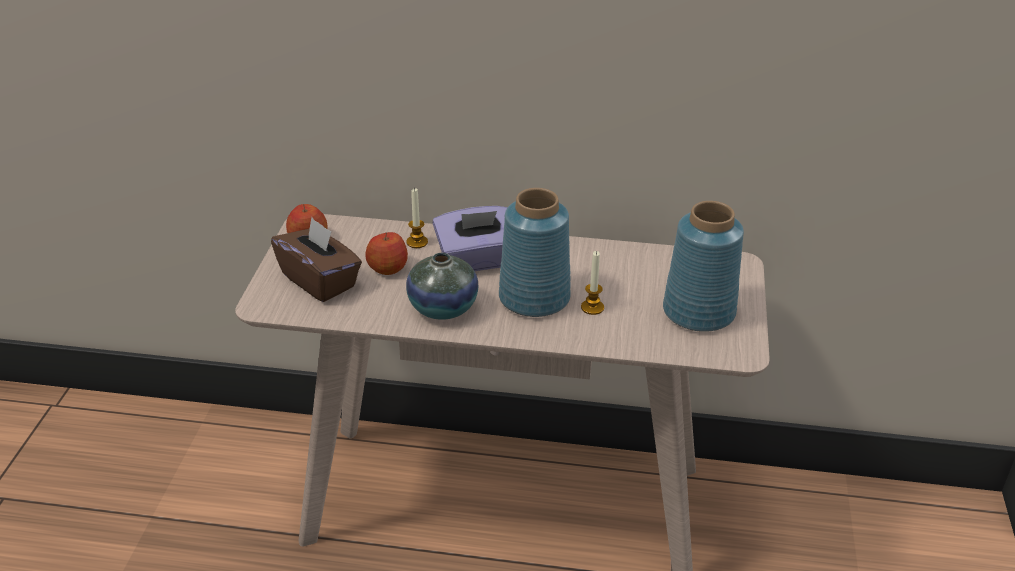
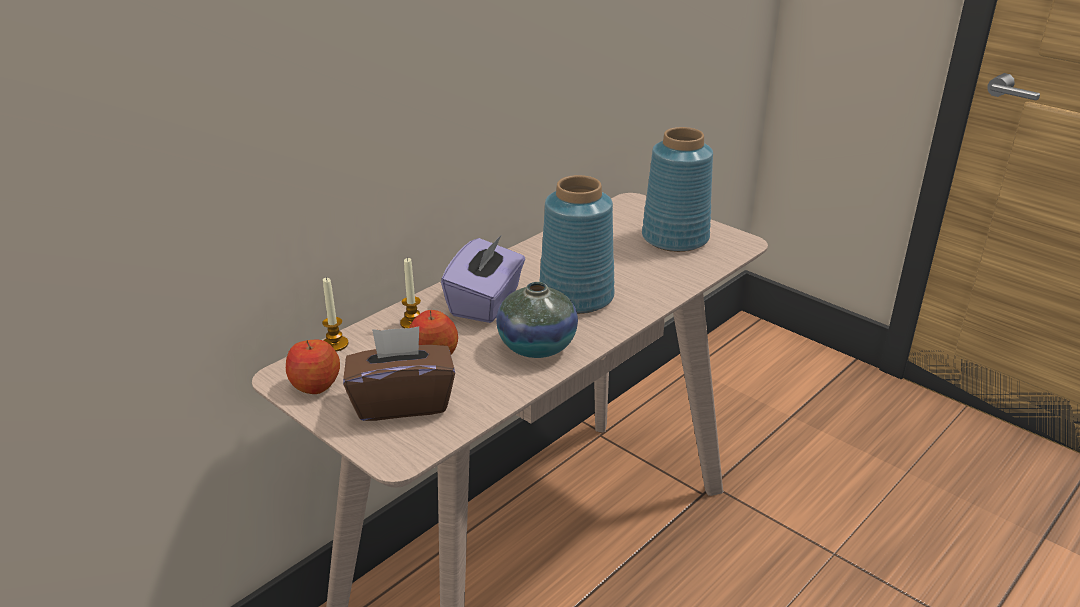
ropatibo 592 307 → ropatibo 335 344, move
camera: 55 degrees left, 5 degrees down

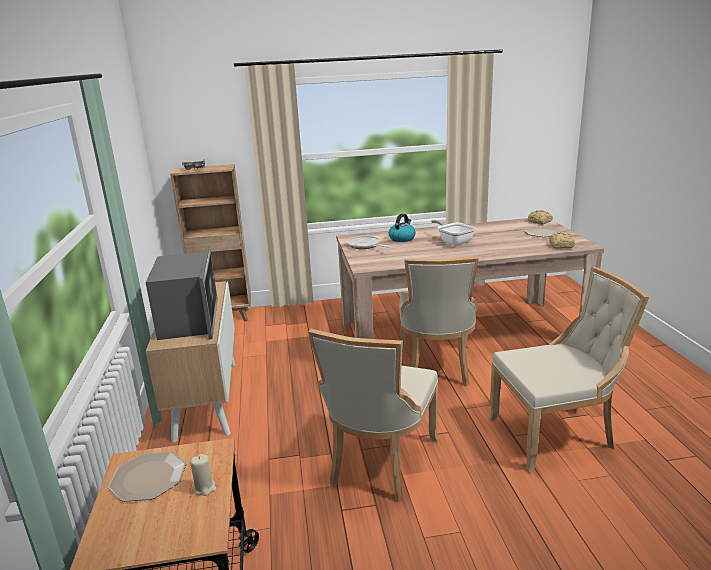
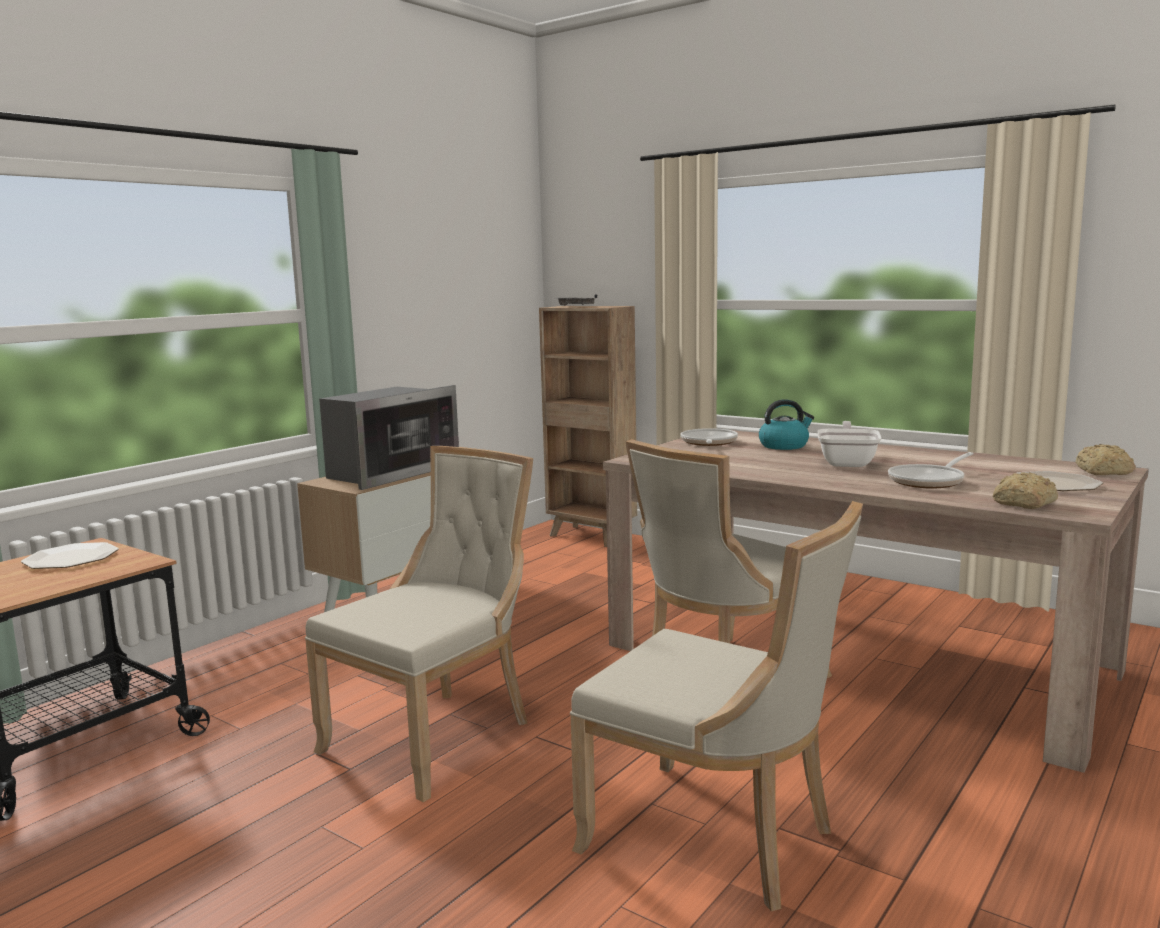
ropatibo (beige) 205 488 → -
- → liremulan 929 481
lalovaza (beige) 380 463 → lalovaza (beige) 436 736, 150 degrees clockwise
camera: 45 degrees right, 10 degrees down

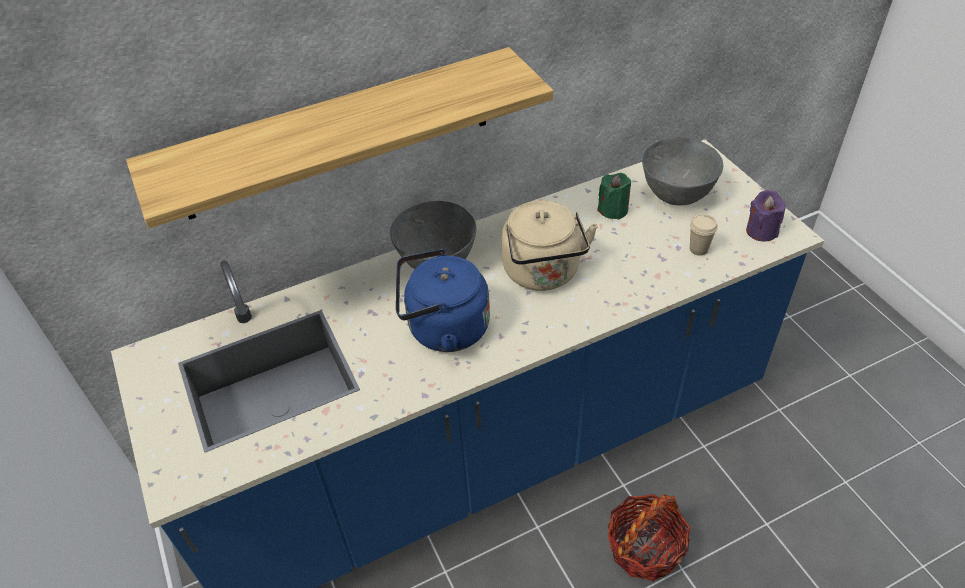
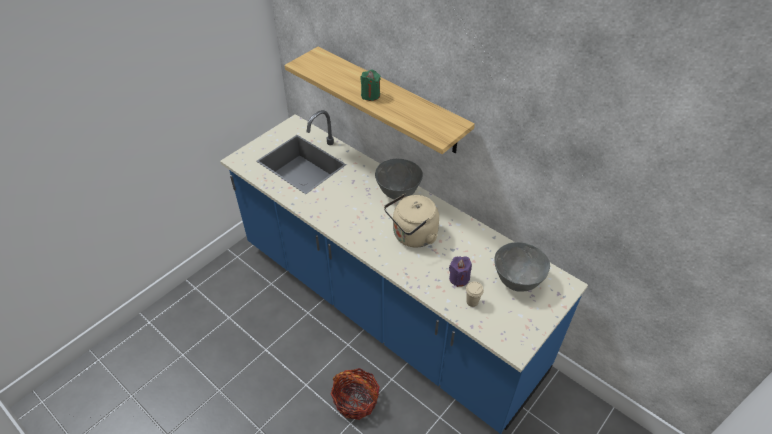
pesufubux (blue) 443 329 → -
ropatibo (green) 613 210 → ropatibo (green) 370 95, move
ropatibo (purple) 761 231 → ropatibo (purple) 459 278, move
camera: 65 degrees right, 0 degrees up

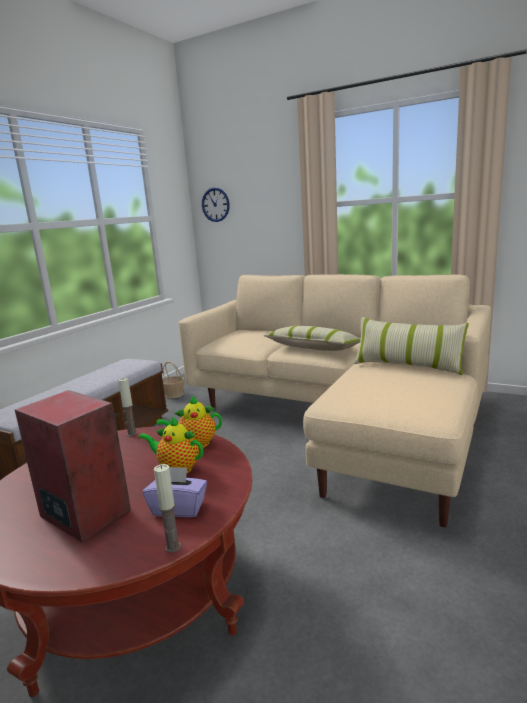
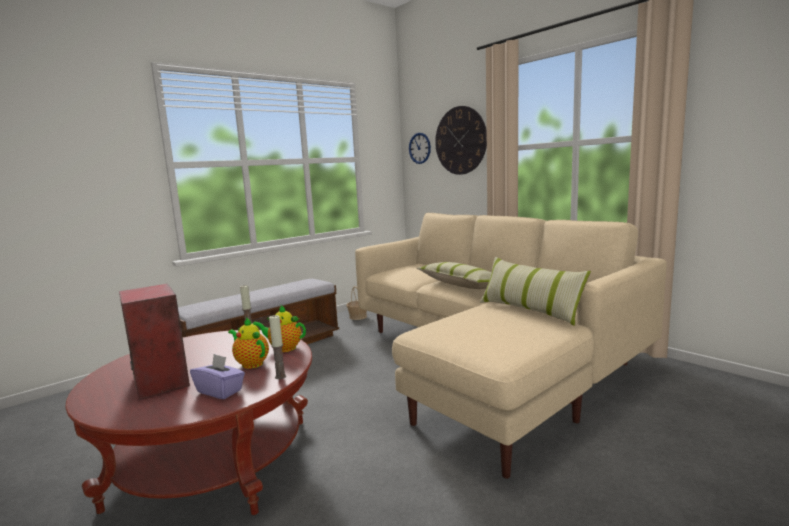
- → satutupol 460 140
ropatibo 173 547 → ropatibo 280 376, move
camera: 20 degrees right, 5 degrees down

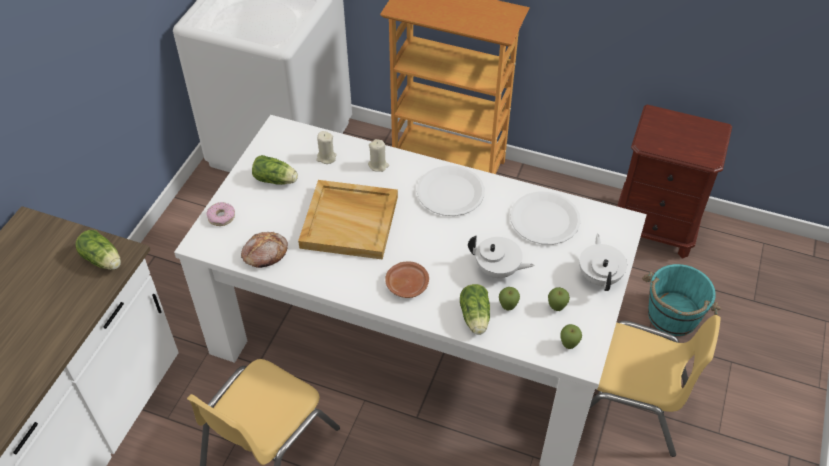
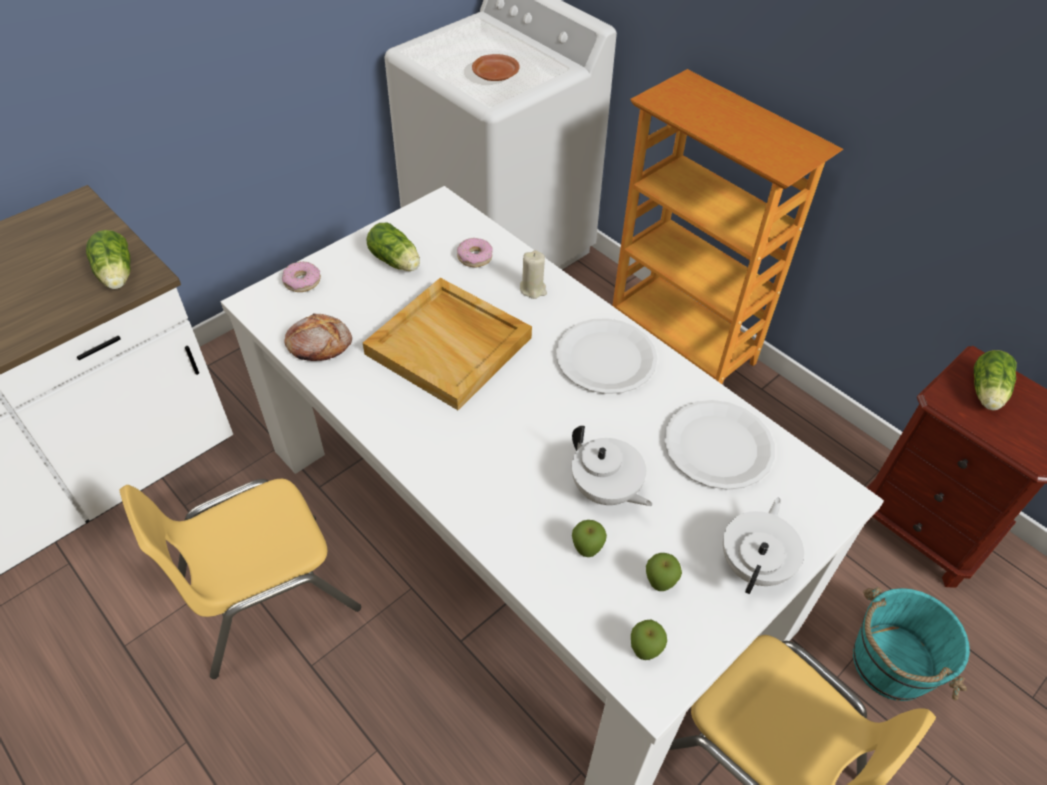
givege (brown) 407 284 → givege (brown) 495 75, move
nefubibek 475 318 → nefubibek 986 393, move
ropatibo (beige) 326 158 → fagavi 474 257
camera: 25 degrees right, 0 degrees up

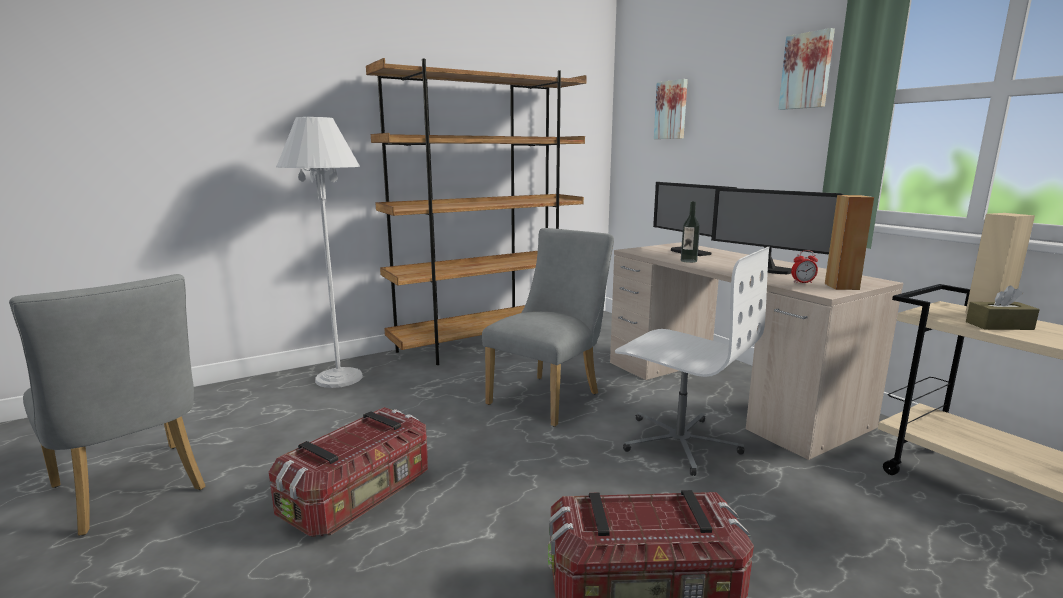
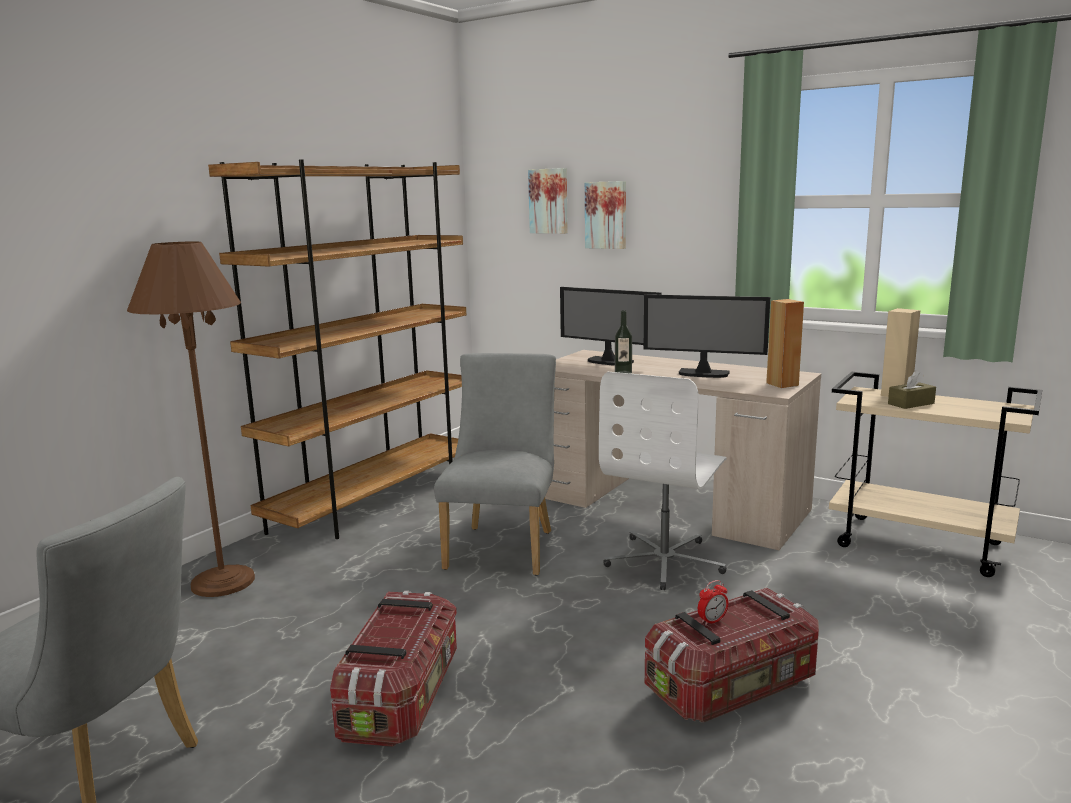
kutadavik 807 71 → kutadavik 606 215, move
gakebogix 802 282 → gakebogix 712 621, move
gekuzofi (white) 339 378 → gekuzofi (brown) 223 582
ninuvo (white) 679 442 → ninuvo (white) 665 561, 105 degrees clockwise
camera: 25 degrees left, 0 degrees up

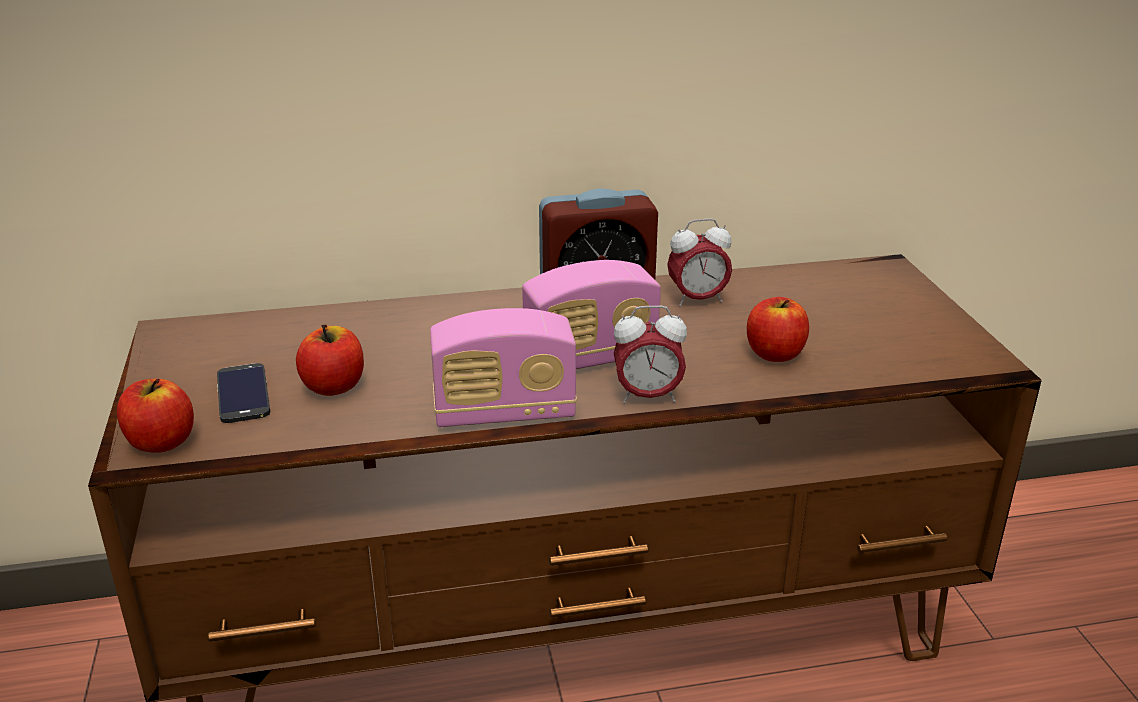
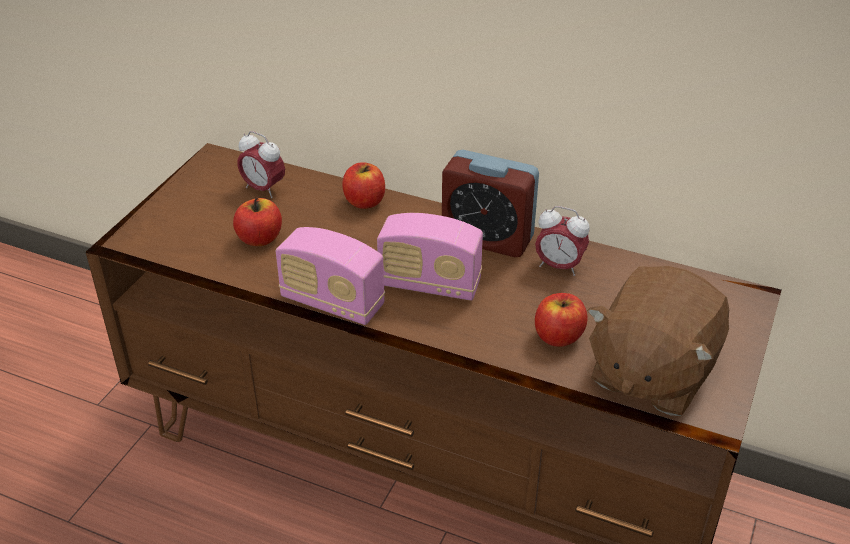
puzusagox 243 394 → -
- → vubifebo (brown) 650 373
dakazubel 161 442 → dakazubel 364 201, move
gakebogix 647 397 → gakebogix 263 189, move
camera: 35 degrees right, 10 degrees up

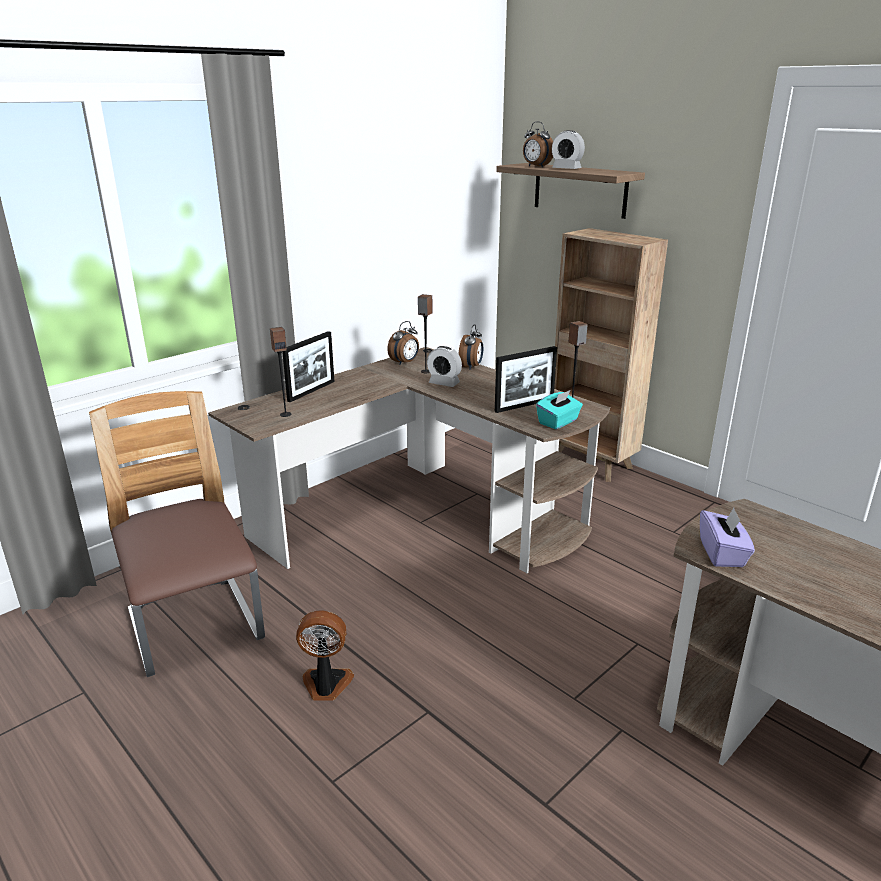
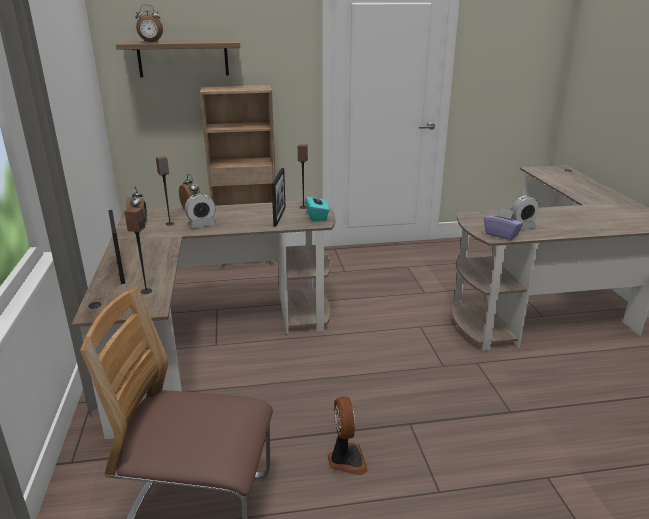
gakebogix 566 169 → gakebogix 522 227, move
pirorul 326 685 → pirorul 346 460, 135 degrees clockwise
camera: 55 degrees left, 0 degrees up

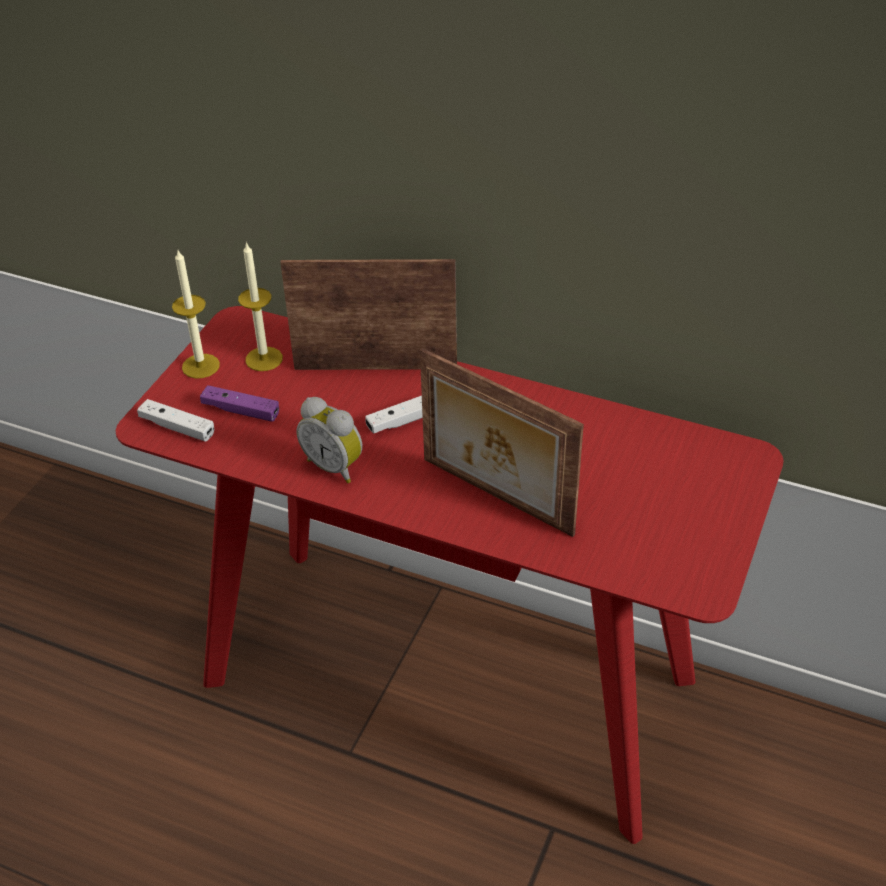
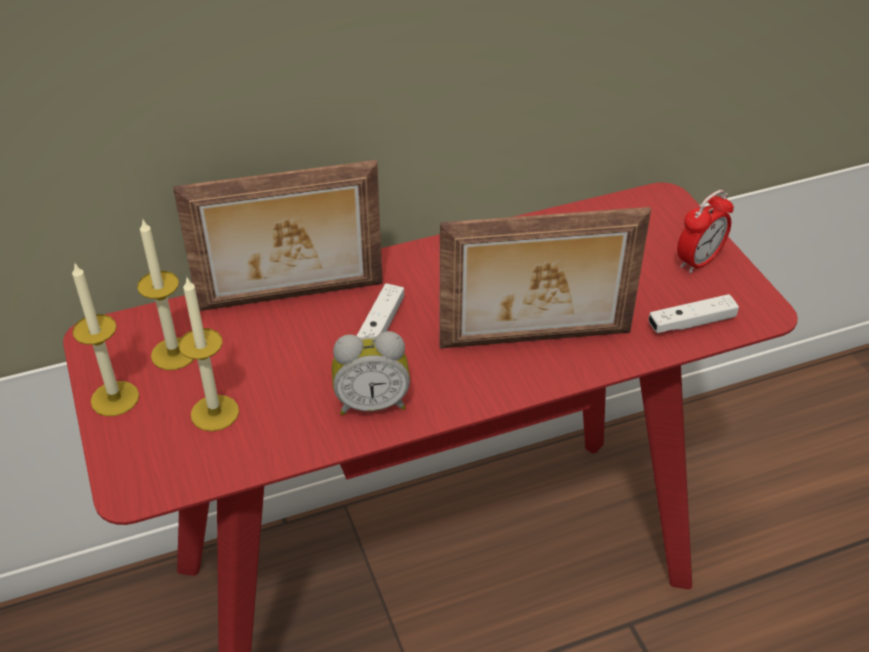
- → gakebogix 698 261
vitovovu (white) 177 427 → vitovovu (white) 691 323, move
vitovovu (purple) 241 410 → ropatibo 214 413
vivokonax 375 366 → vivokonax 291 298, 150 degrees counterclockwise
camera: 45 degrees left, 0 degrees up

